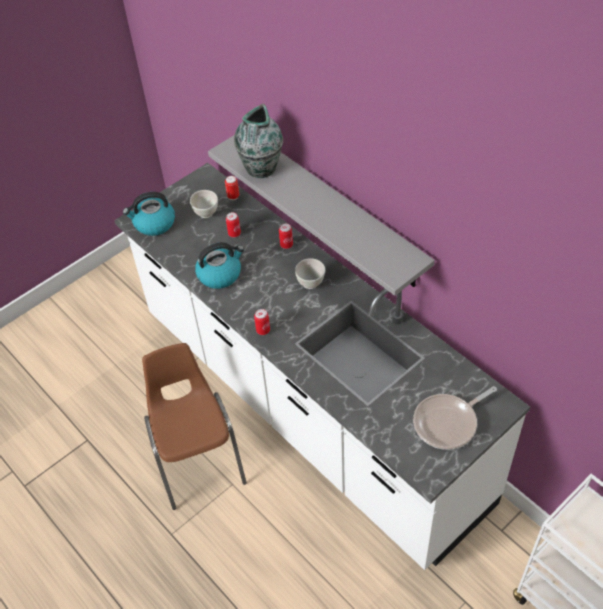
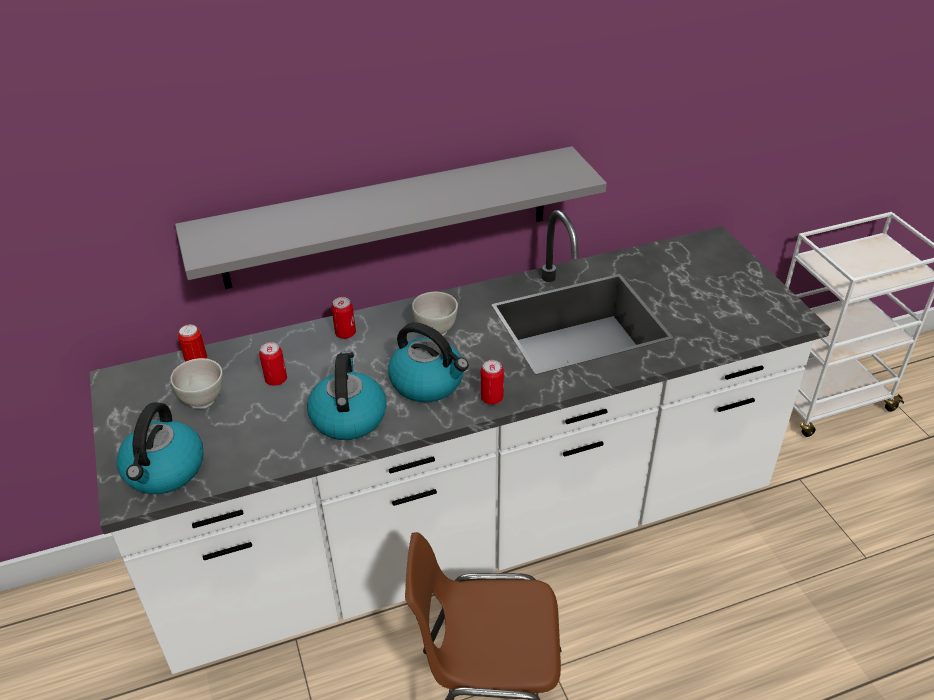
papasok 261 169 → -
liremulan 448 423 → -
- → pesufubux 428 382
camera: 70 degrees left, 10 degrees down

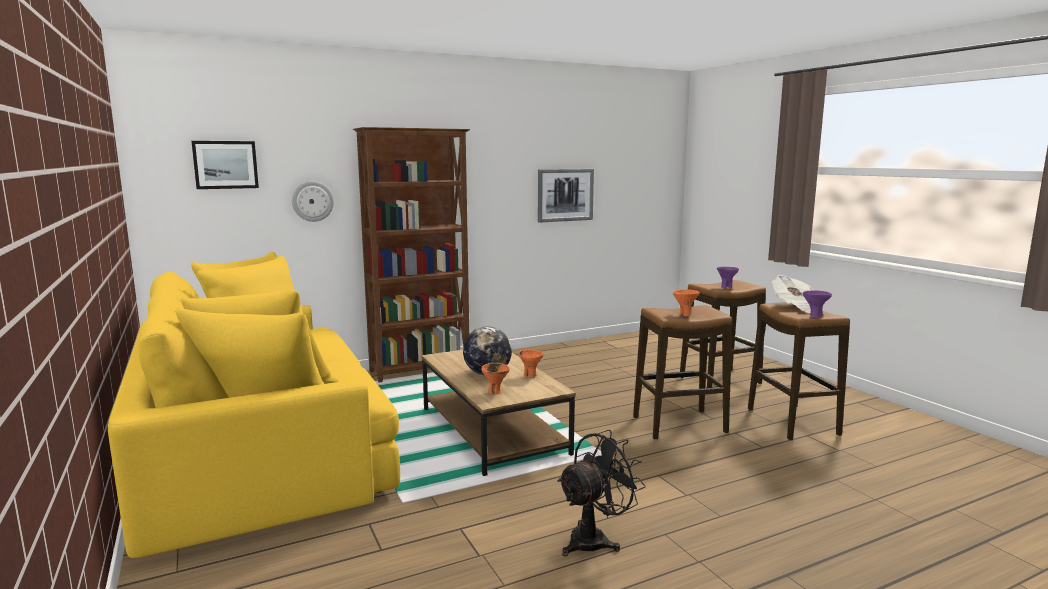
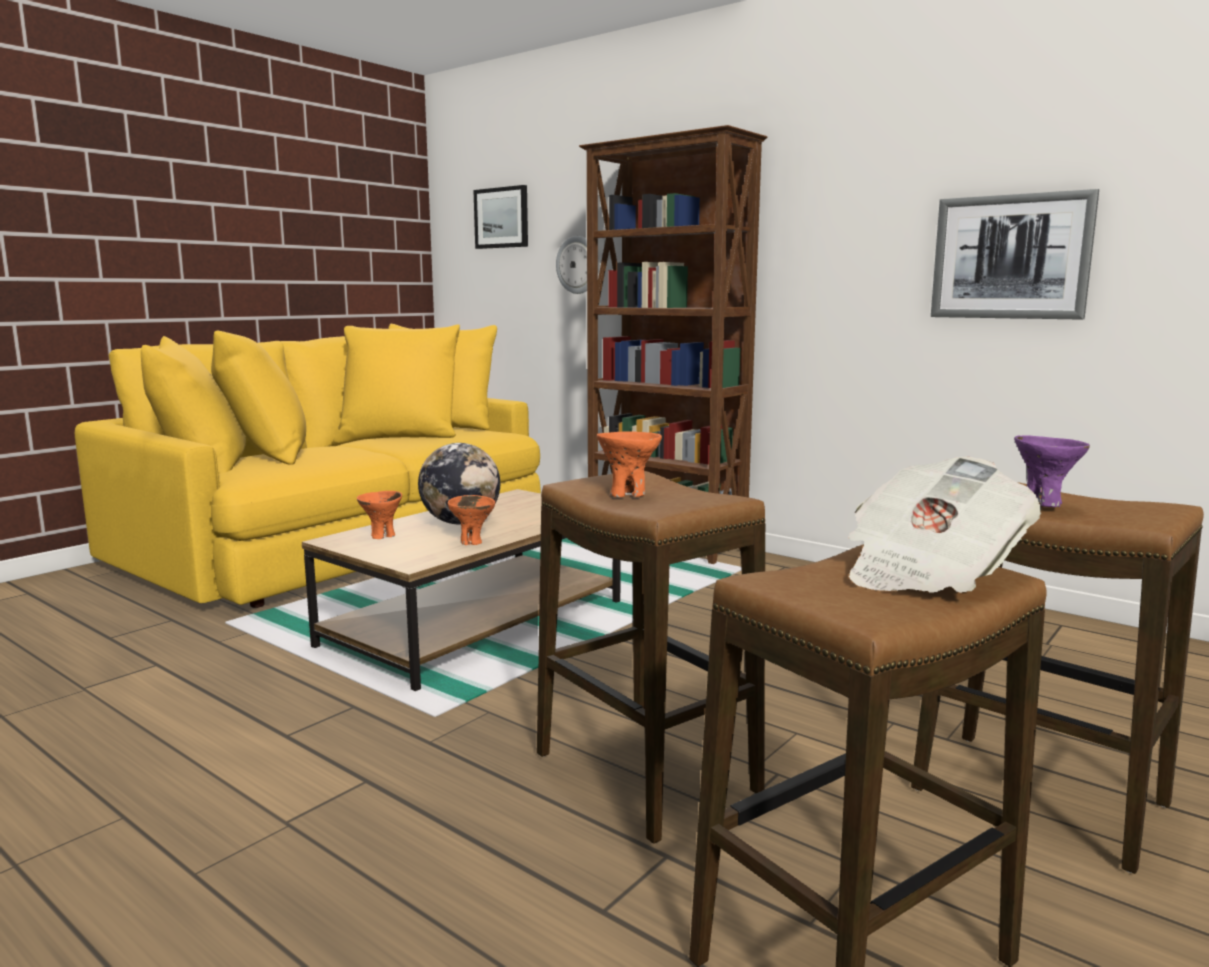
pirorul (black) 595 539 → -
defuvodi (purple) 815 316 → -
camera: 65 degrees right, 0 degrees up

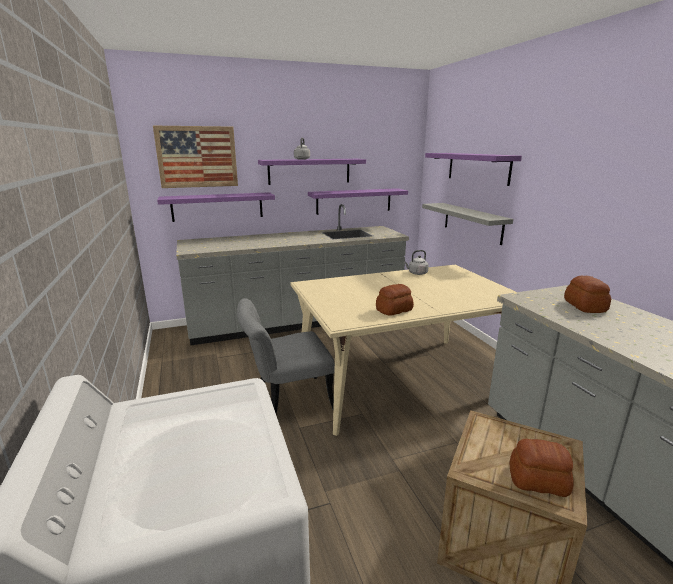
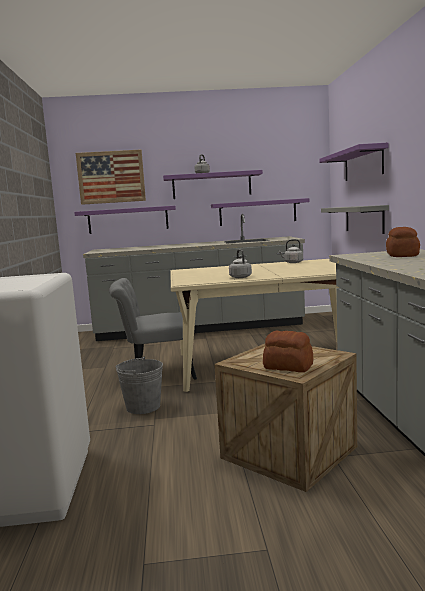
- → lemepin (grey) 143 407
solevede 393 310 → pesufubux (grey) 240 277
camera: 15 degrees right, 10 degrees down

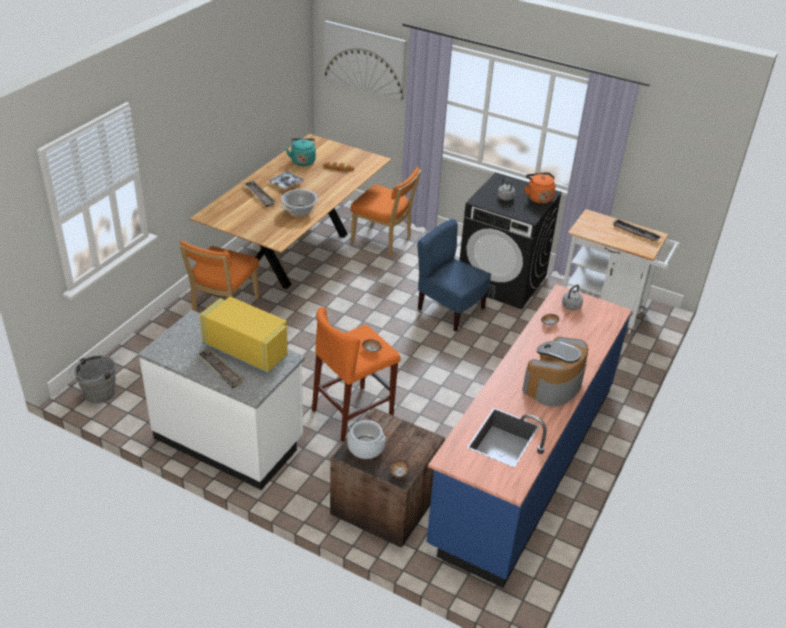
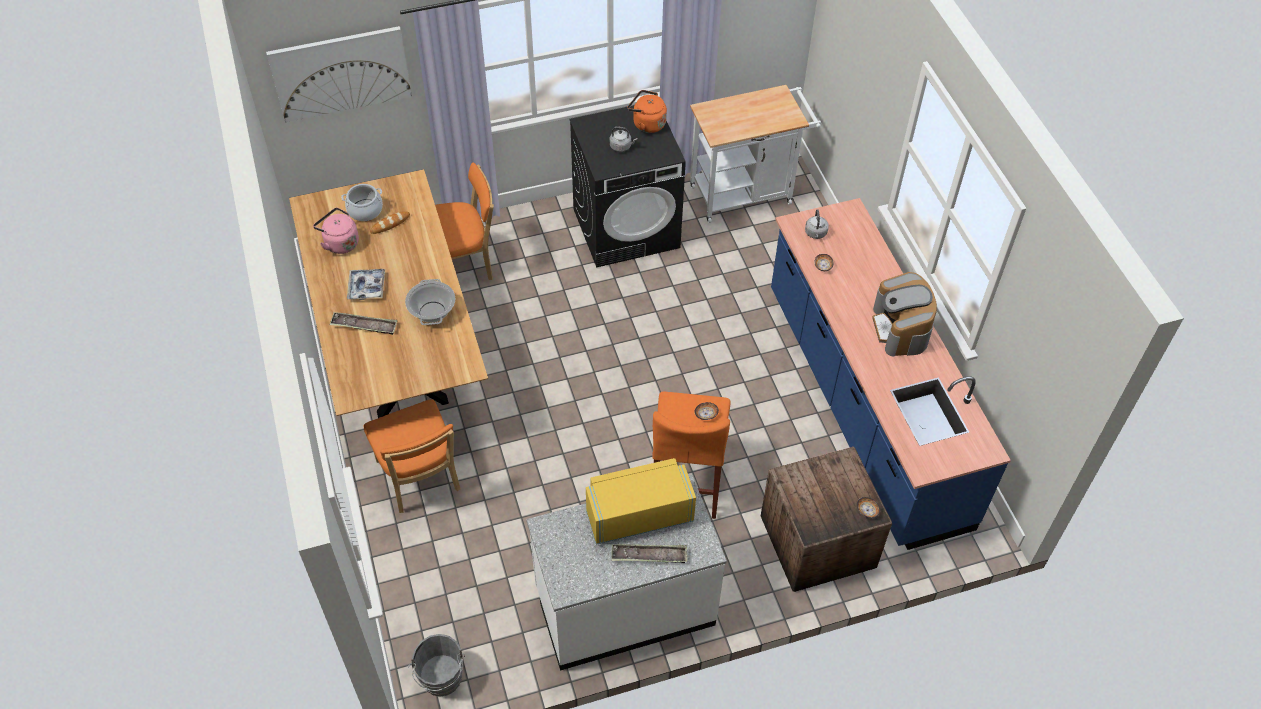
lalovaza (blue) 450 310 → -
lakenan 635 233 → -
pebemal 365 448 → pebemal 365 210, move
pesufubux (turquoise) 303 161 → pesufubux (pink) 340 243
camera: 45 degrees left, 15 degrees up

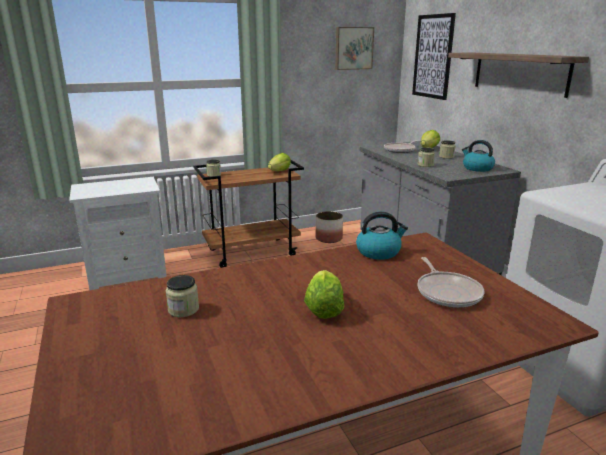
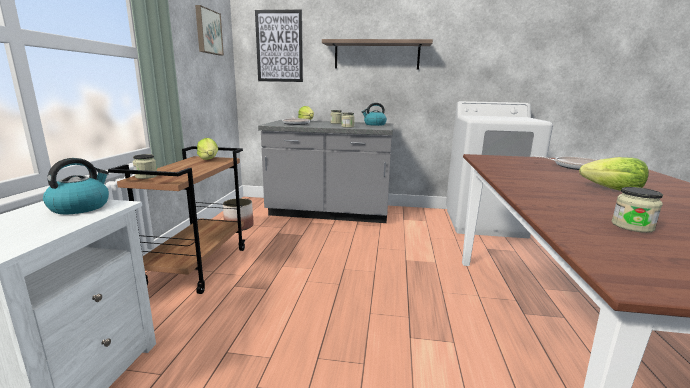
pesufubux 379 252 → pesufubux 80 207, move
camera: 60 degrees left, 5 degrees down

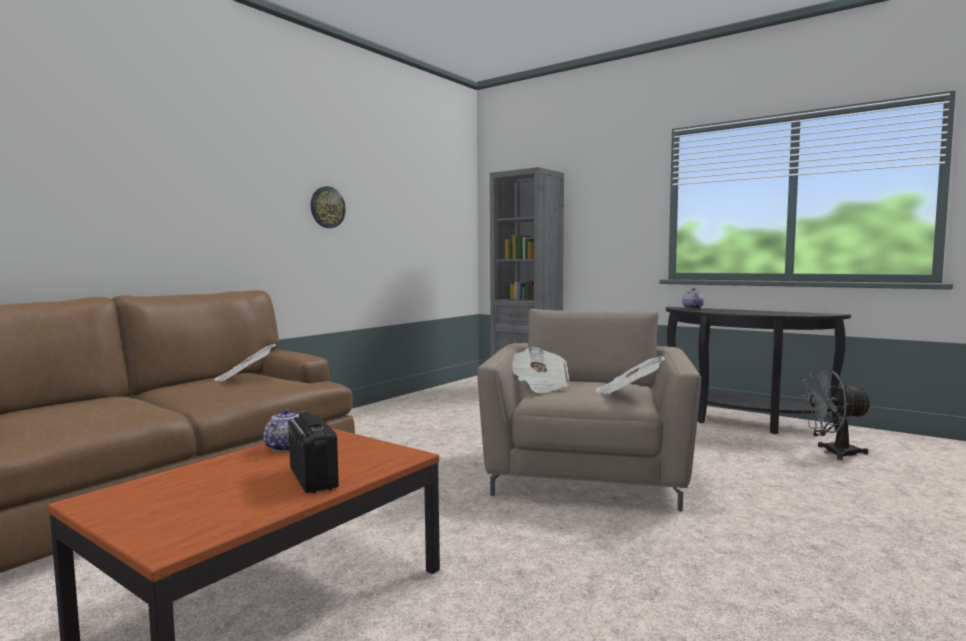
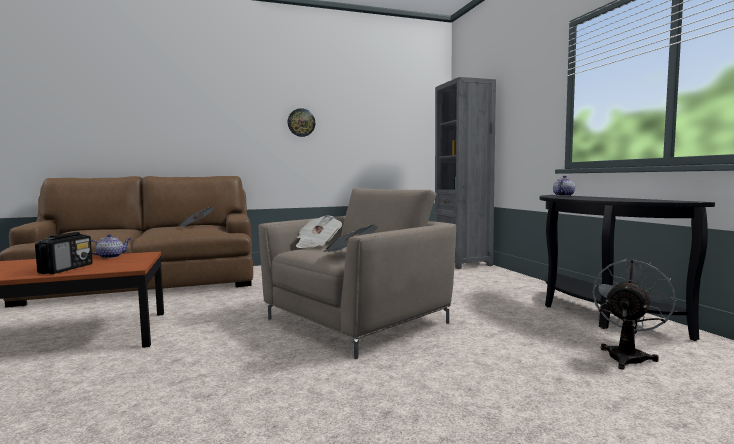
pirorul (grey) 832 453 → pirorul (grey) 627 356, 90 degrees clockwise
camera: 35 degrees right, 0 degrees up

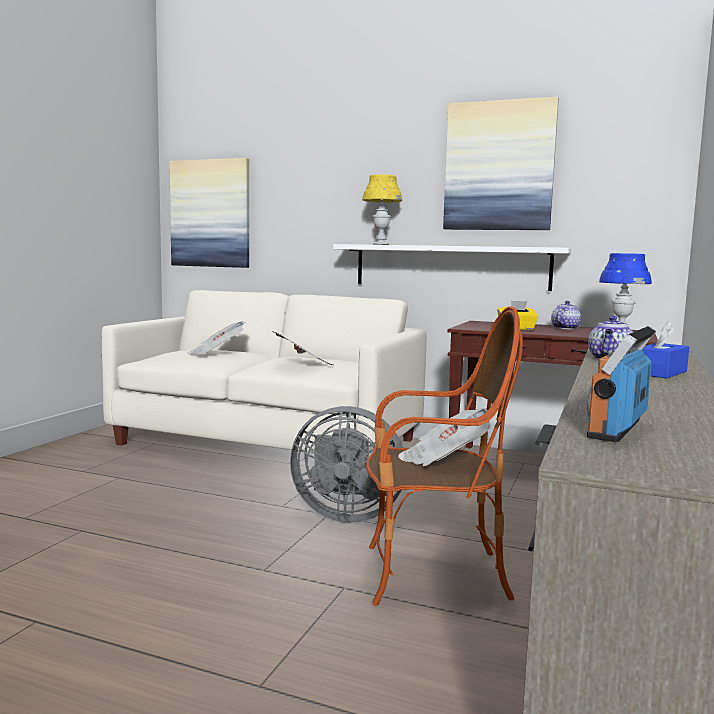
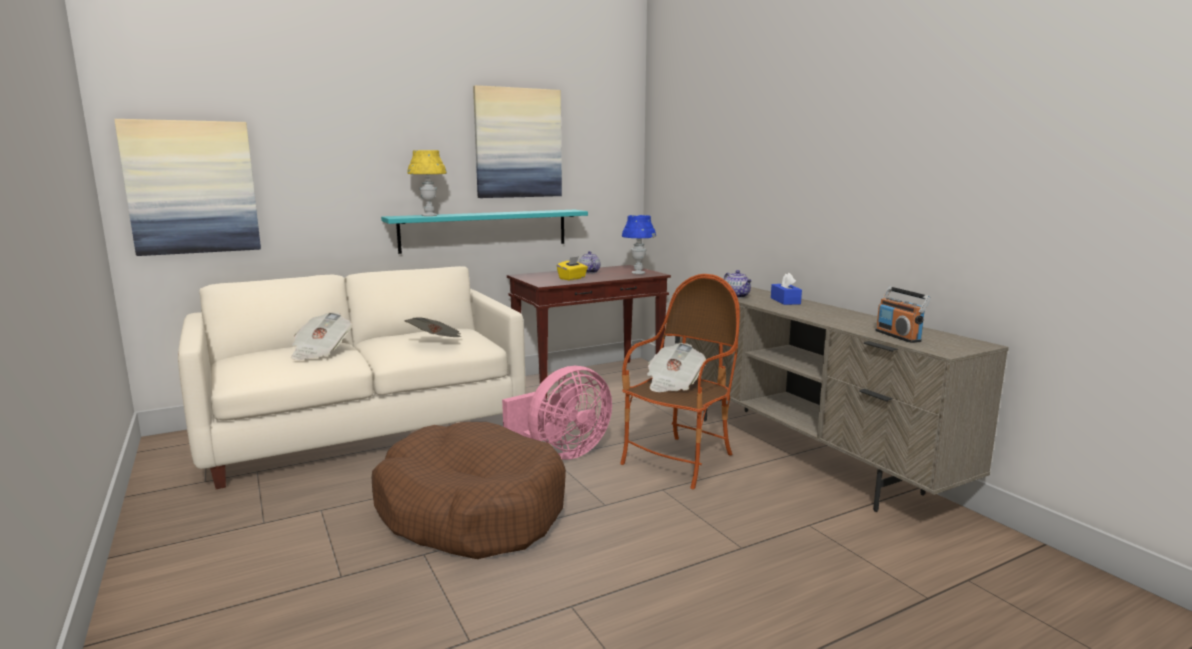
- → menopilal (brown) 471 510
pirorul (grey) 345 514 → pirorul (pink) 561 453
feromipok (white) 450 267 → feromipok (turquoise) 485 230
camera: 50 degrees left, 5 degrees up

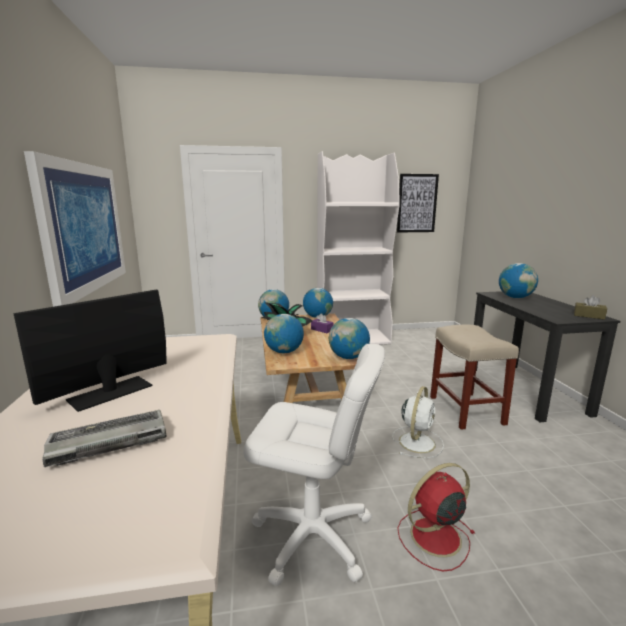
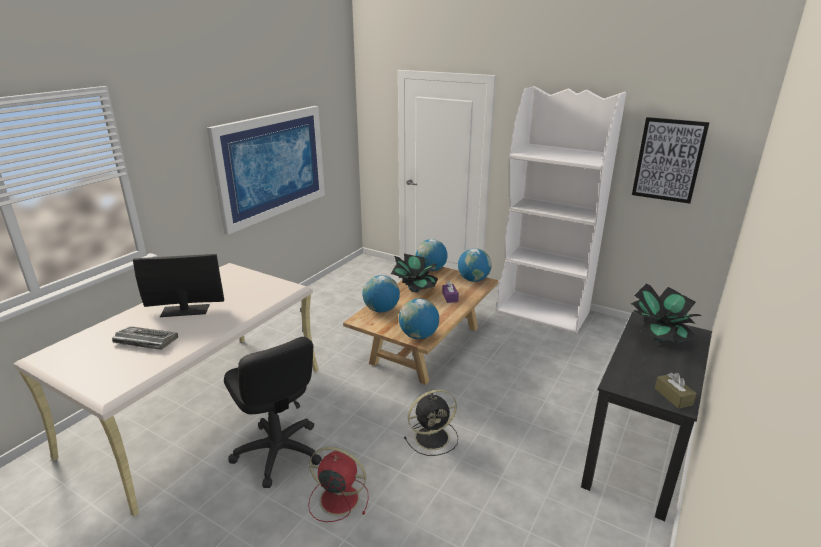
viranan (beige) 465 409 → -
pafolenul 515 297 → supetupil 659 337
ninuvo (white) 312 536 → ninuvo (black) 278 452
pirorul (white) 417 441 → pirorul (black) 433 437
camera: 40 degrees right, 10 degrees up

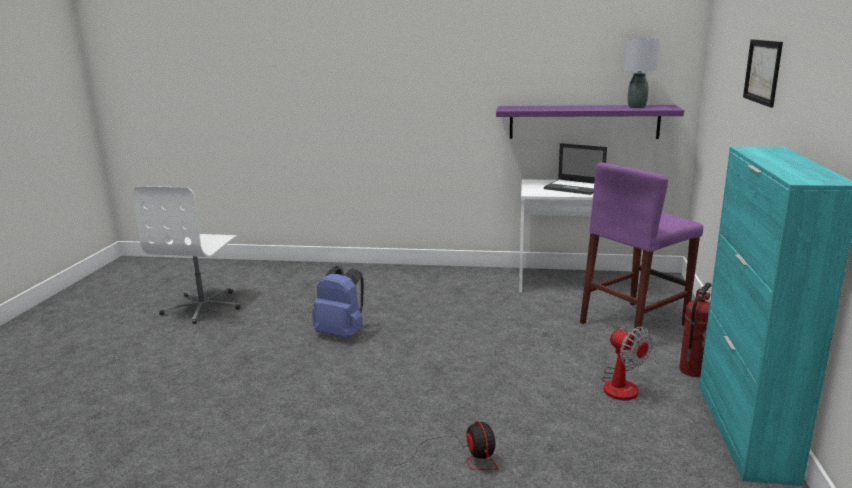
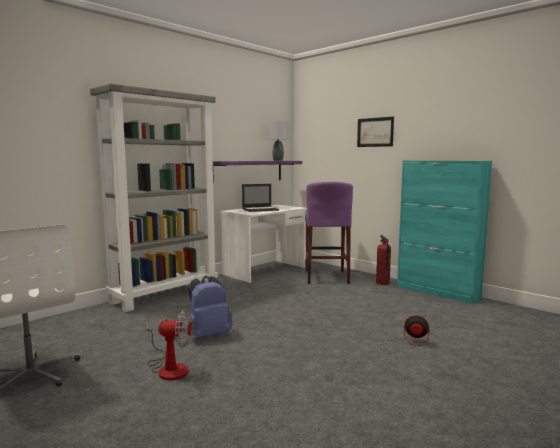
- → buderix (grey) 165 294
pirorul 621 384 → pirorul 169 368, move
camera: 55 degrees left, 10 degrees down

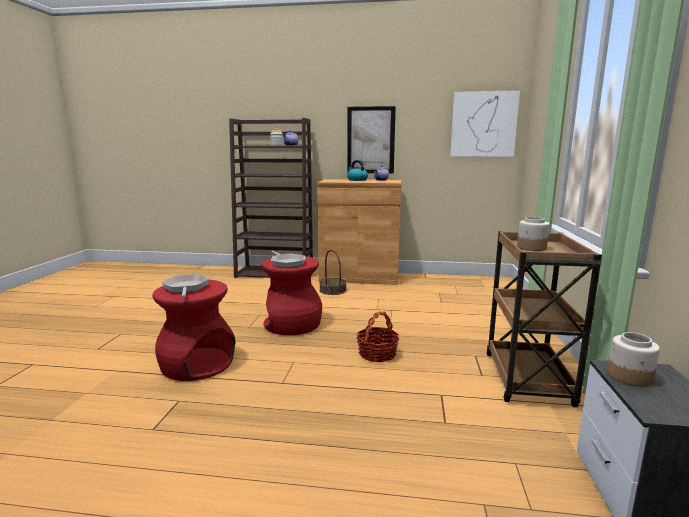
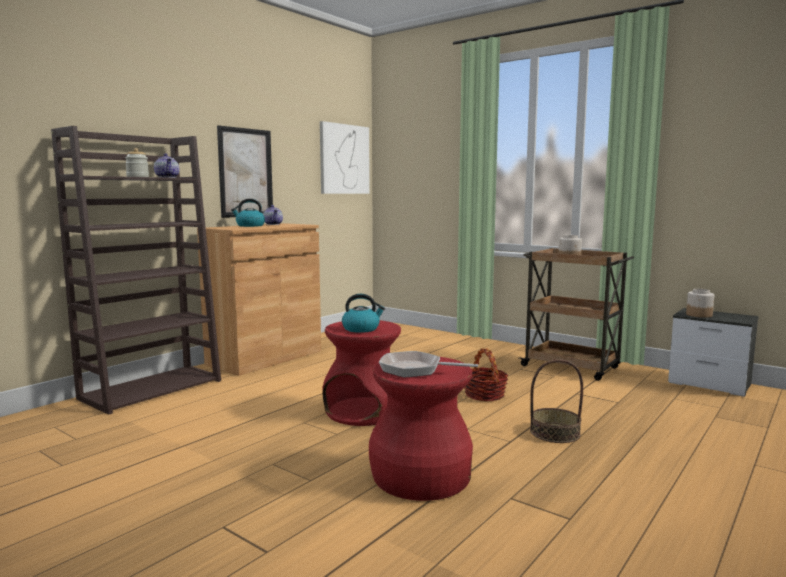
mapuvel 332 290 → mapuvel 554 433, move
liremulan 287 262 → pesufubux 361 329
camera: 60 degrees left, 5 degrees down

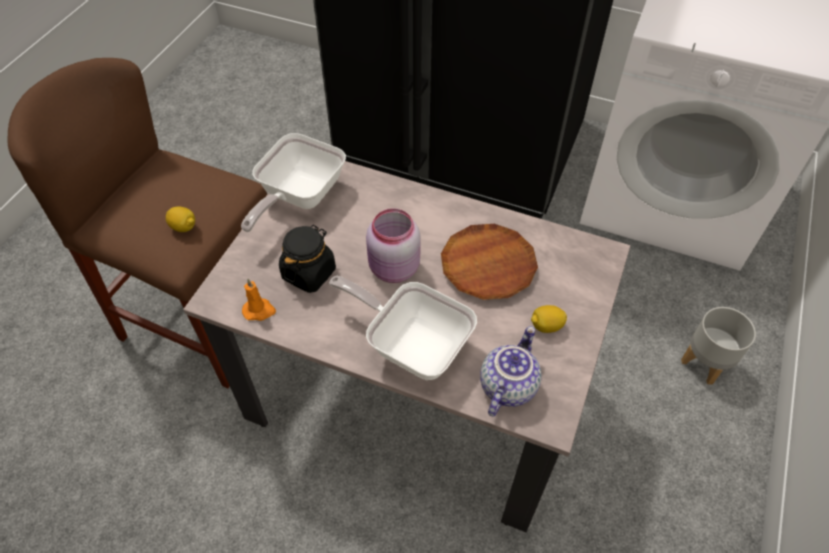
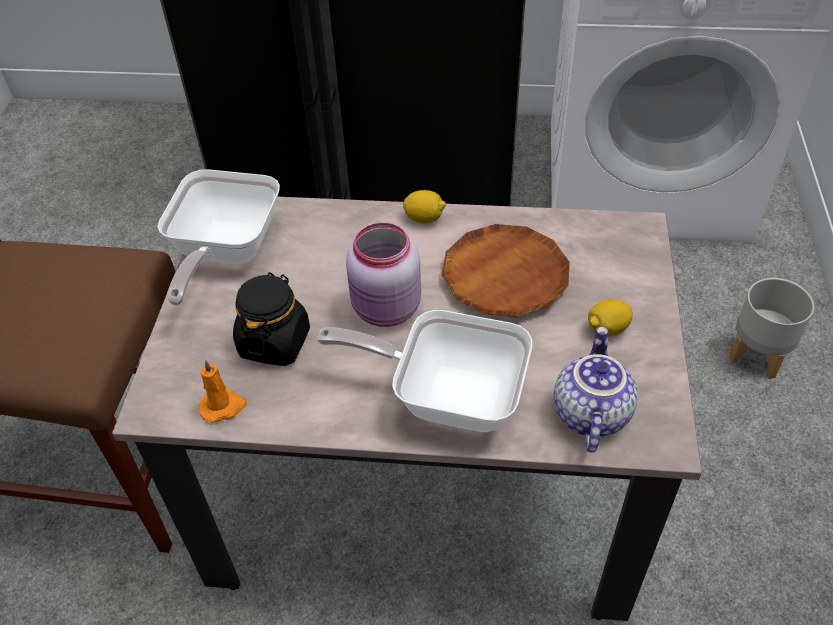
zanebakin 183 227 → zanebakin 424 218, move
camera: 15 degrees left, 5 degrees down

